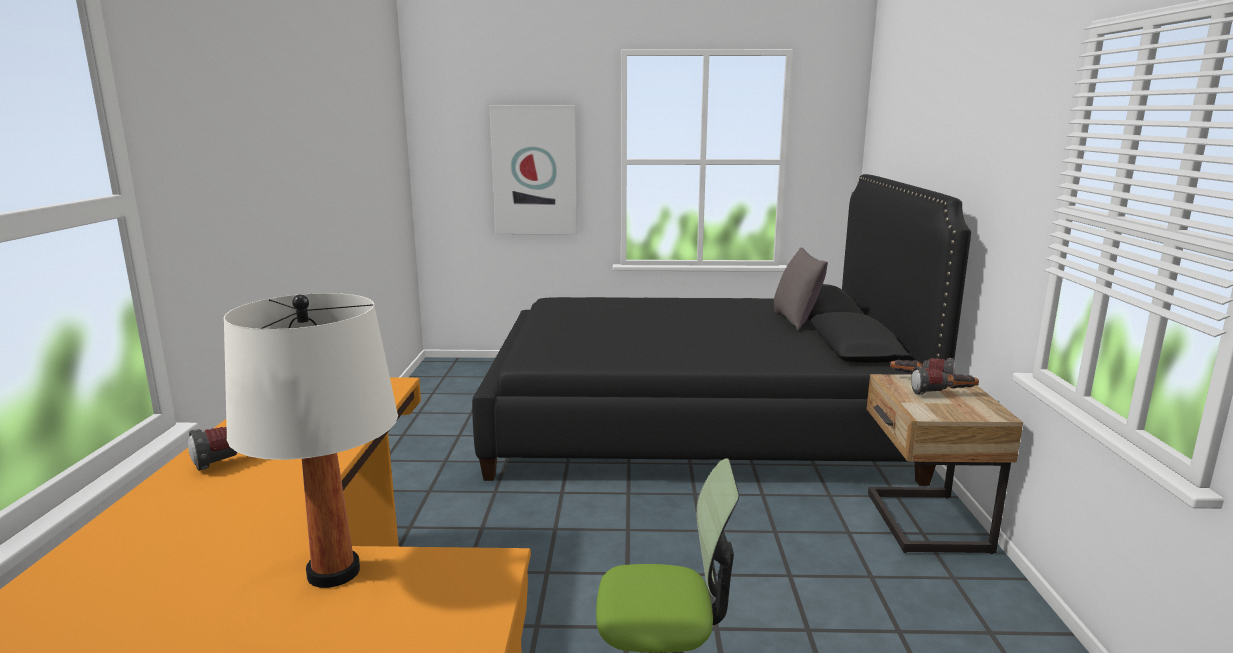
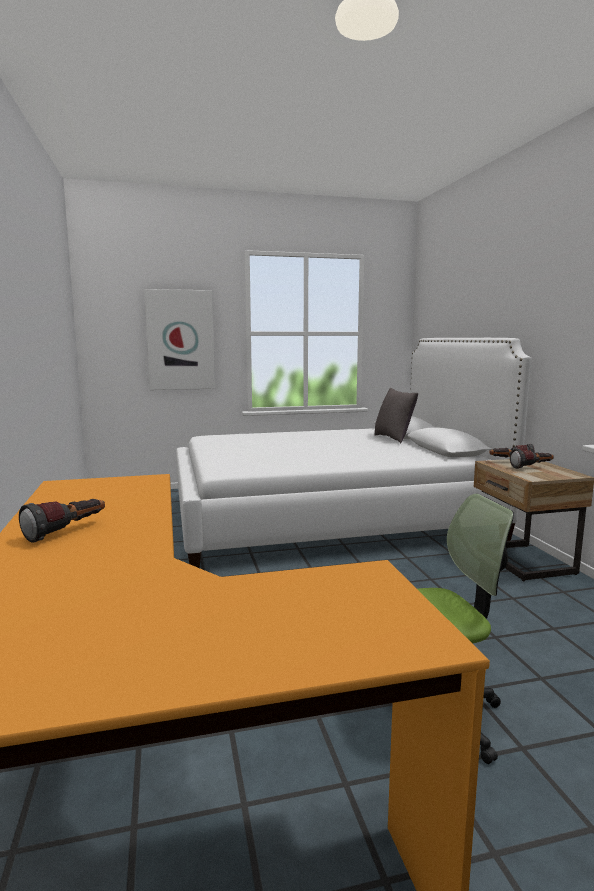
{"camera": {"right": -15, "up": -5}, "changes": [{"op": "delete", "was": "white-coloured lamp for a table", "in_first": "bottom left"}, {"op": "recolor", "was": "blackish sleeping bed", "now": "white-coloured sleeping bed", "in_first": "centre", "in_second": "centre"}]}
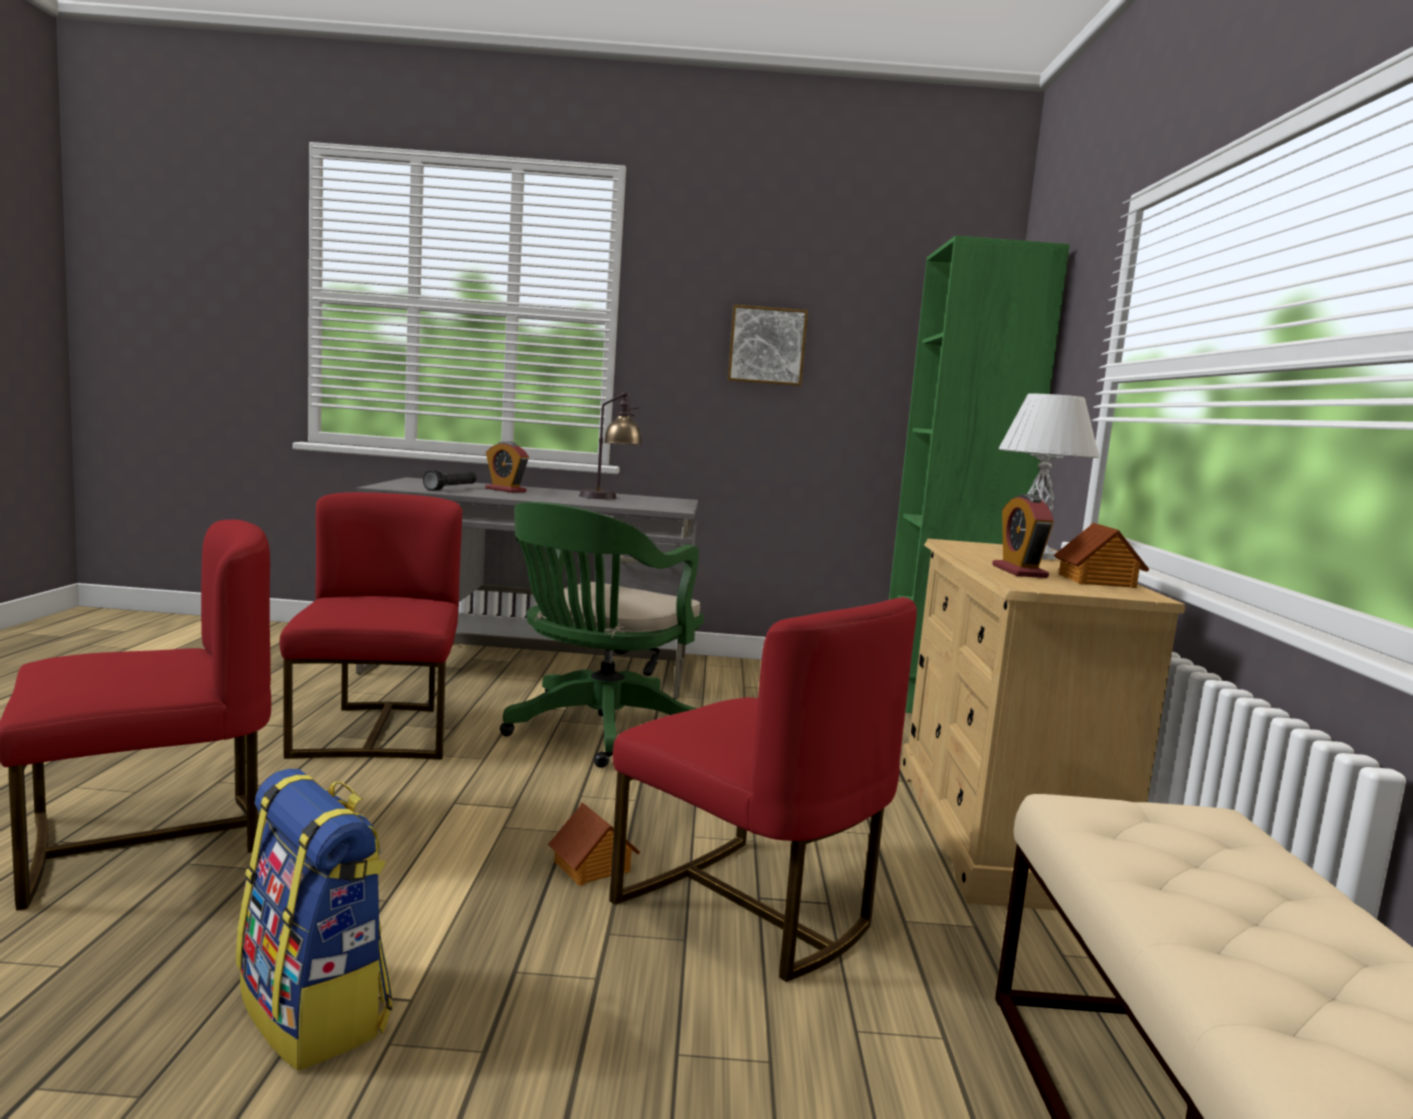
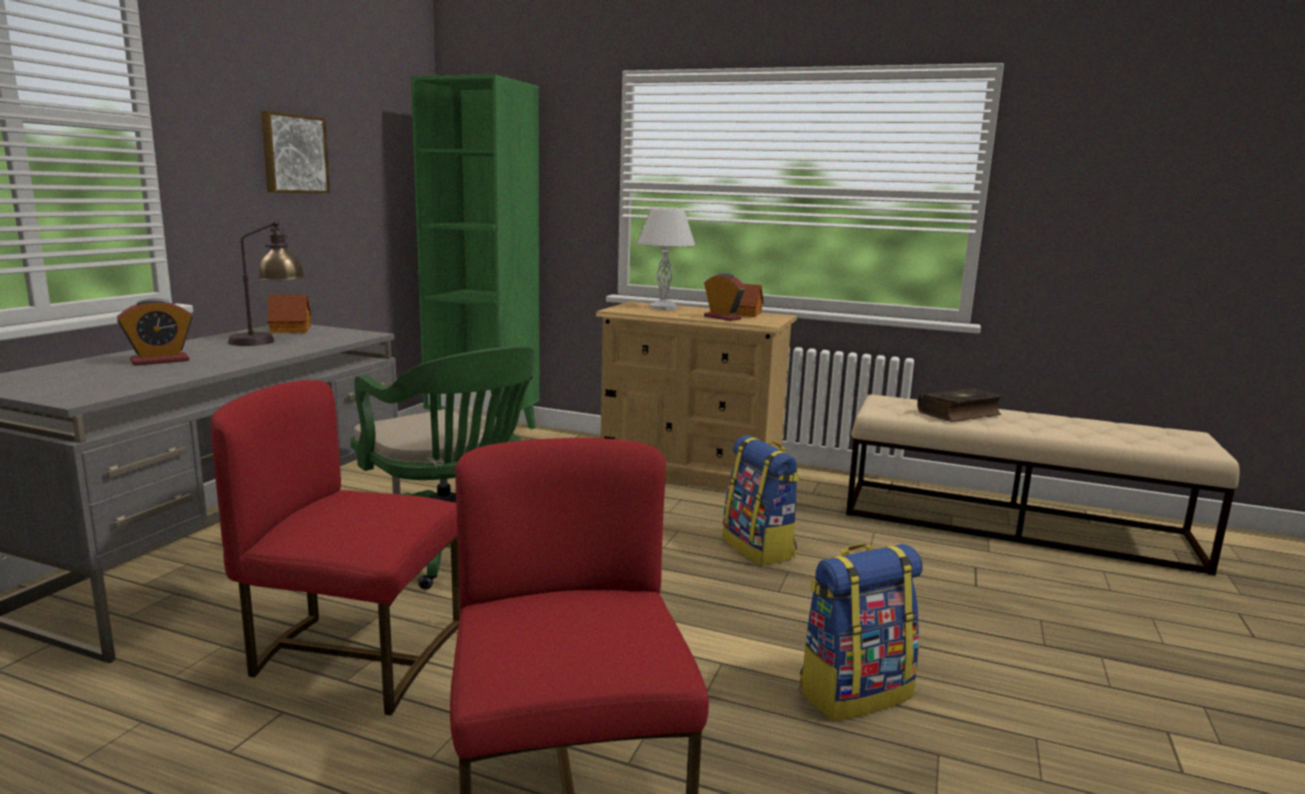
{"camera": {"right": -70, "up": 5}, "changes": [{"op": "delete", "was": "blackish flashlight", "in_first": "middle left"}, {"op": "move", "was": "toy house (1st from left)", "in_first": "bottom centre", "in_second": "middle left"}, {"op": "replace", "was": "red upright chair (3rd from left)", "now": "rucksack (1st from left)", "in_first": "bottom centre", "in_second": "centre"}, {"op": "rotate", "was": "table clock (2nd from left)", "in_first": "middle right", "in_second": "centre", "clockwise": -150}, {"op": "insert", "now": "book", "in_second": "middle right"}]}
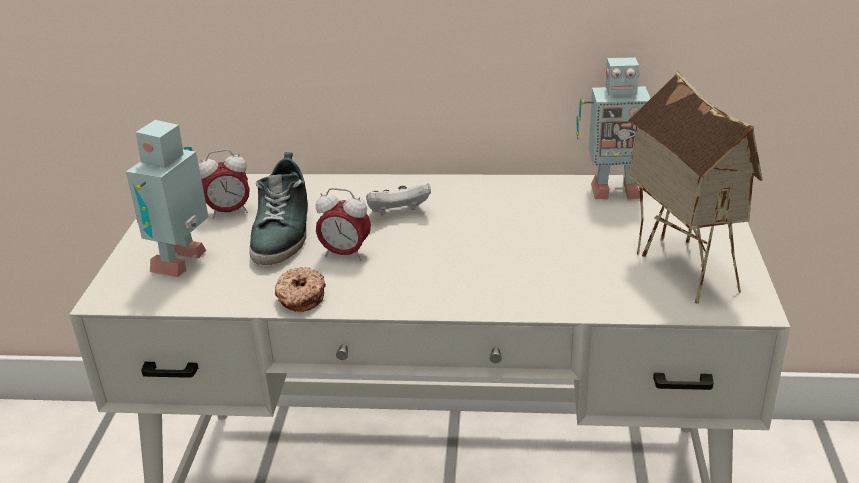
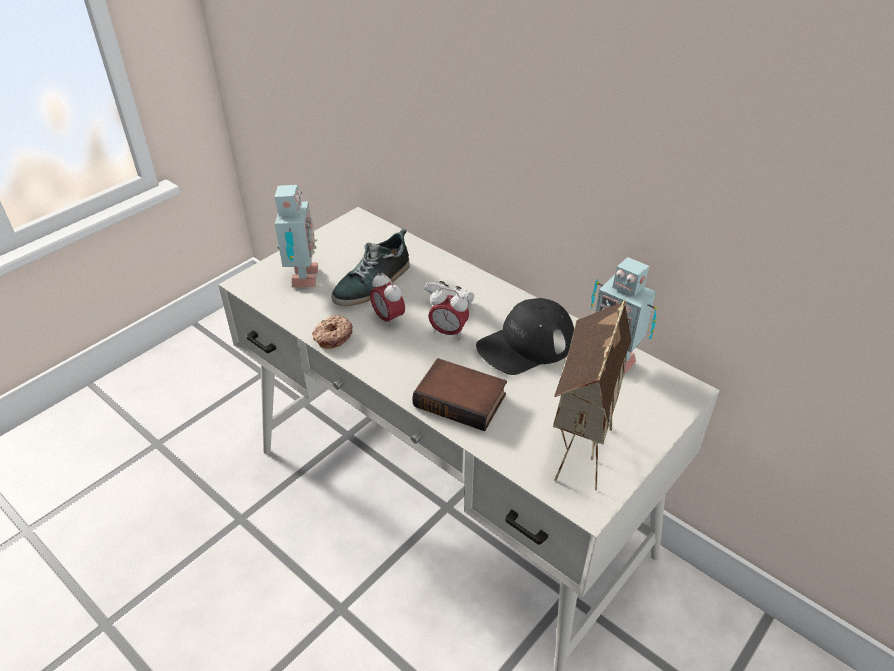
{"camera": {"right": 35, "up": 10}, "changes": [{"op": "rotate", "was": "model robot (1st from left)", "in_first": "middle left", "in_second": "middle left", "clockwise": 120}, {"op": "move", "was": "table clock (1st from left in the first image)", "now": "table clock (2nd from left)", "in_first": "middle left", "in_second": "centre"}, {"op": "insert", "now": "book", "in_second": "centre"}, {"op": "insert", "now": "blackish peaked cap", "in_second": "centre"}]}
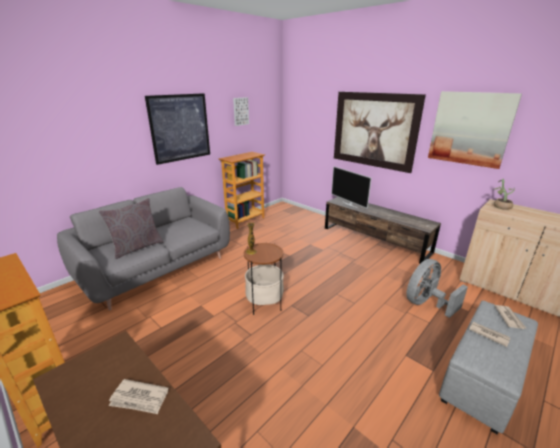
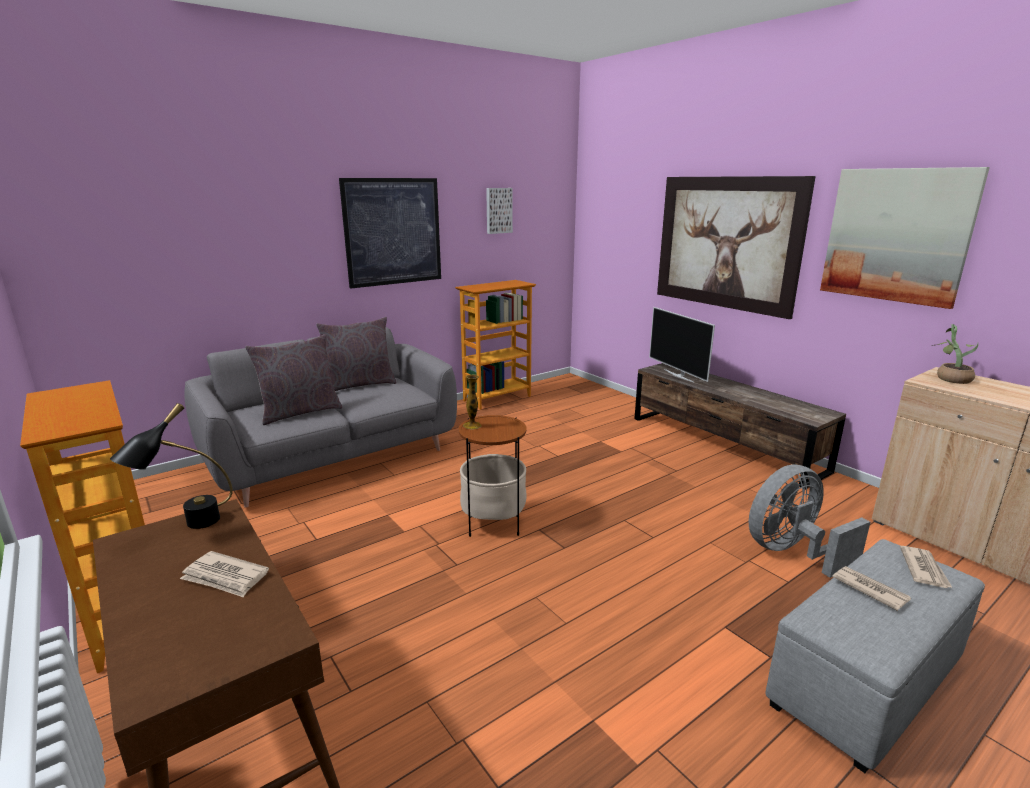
{"camera": {"right": 10, "up": -5}, "changes": [{"op": "insert", "now": "blackish lamp for a table", "in_second": "middle left"}, {"op": "insert", "now": "greyish throw pillow (2nd from left)", "in_second": "centre"}]}
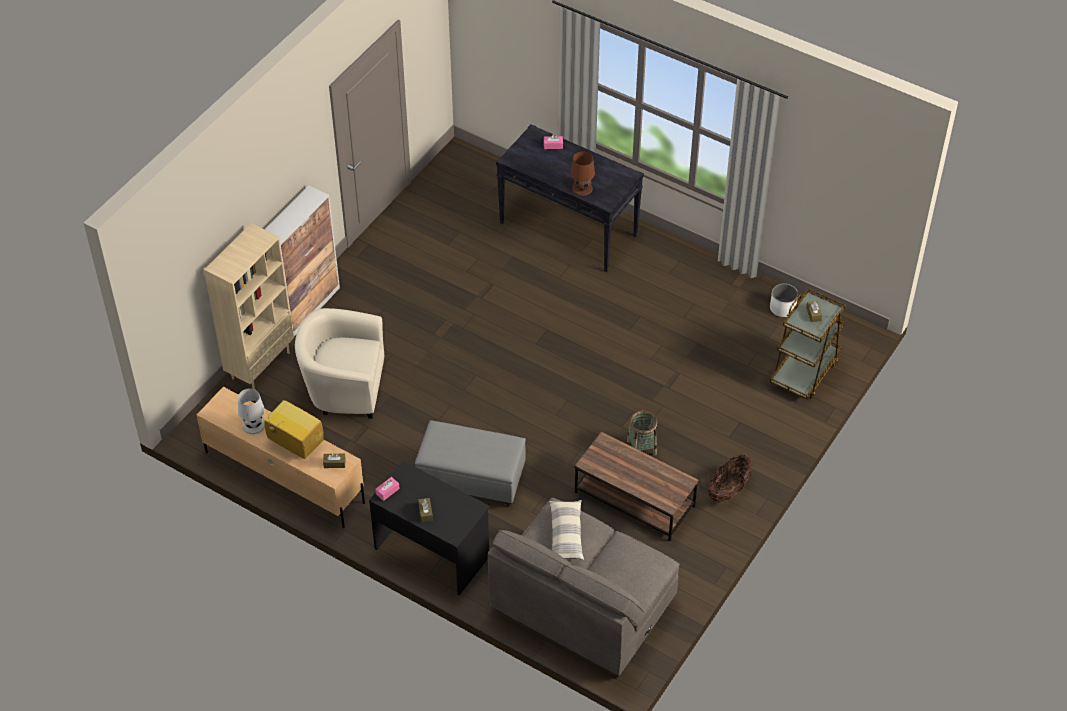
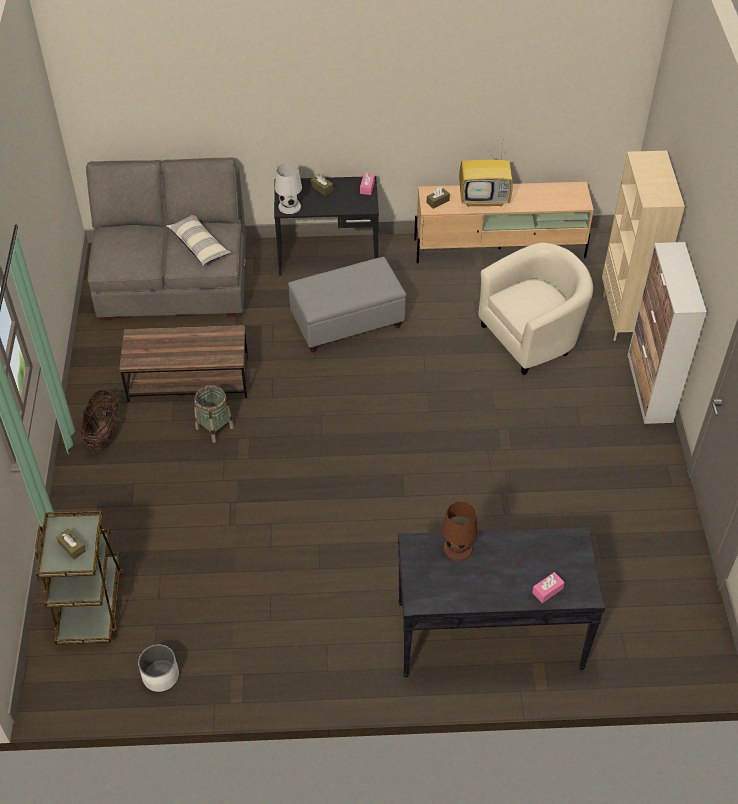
{"camera": {"right": 145, "up": 0}, "changes": [{"op": "move", "was": "white-coloured lamp for a table", "in_first": "middle left", "in_second": "top centre"}]}
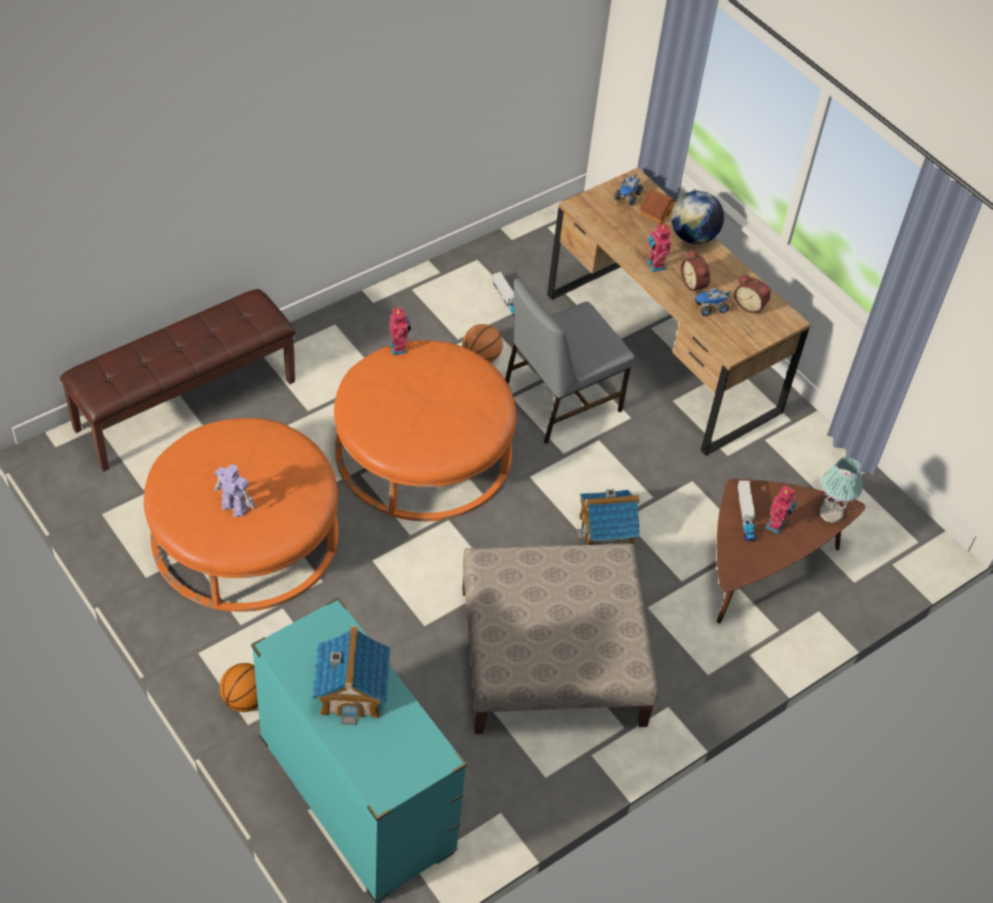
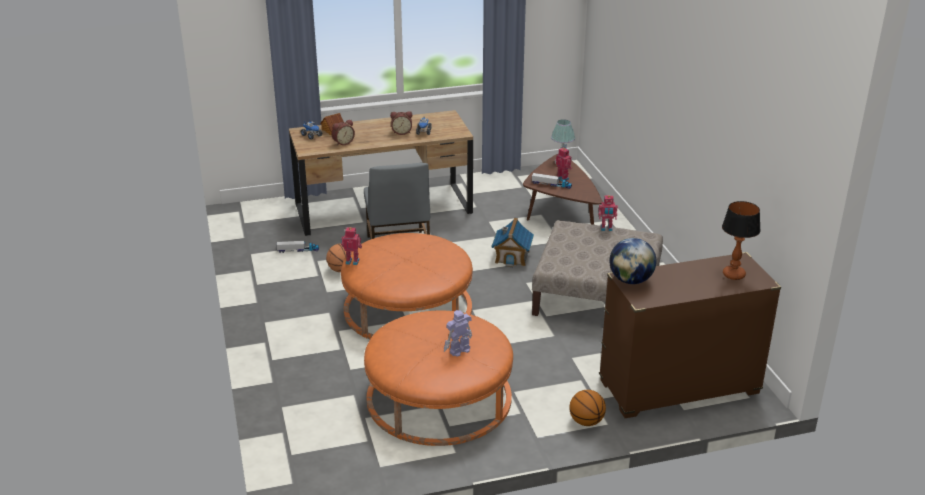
{"camera": {"right": -65, "up": -20}, "changes": [{"op": "delete", "was": "brownish bench", "in_first": "middle left"}, {"op": "recolor", "was": "turquoise dresser", "now": "brownish dresser", "in_first": "bottom centre", "in_second": "bottom right"}, {"op": "delete", "was": "toy house (1st from left)", "in_first": "bottom centre"}, {"op": "move", "was": "model robot (3rd from left in the first image)", "now": "model robot (4th from left)", "in_first": "top centre", "in_second": "centre"}, {"op": "move", "was": "globe", "in_first": "top right", "in_second": "middle right"}, {"op": "move", "was": "table clock (2nd from left in the first image)", "now": "table clock (1st from left)", "in_first": "top right", "in_second": "top centre"}, {"op": "insert", "now": "lamp for a table (2nd from left)", "in_second": "middle right"}]}
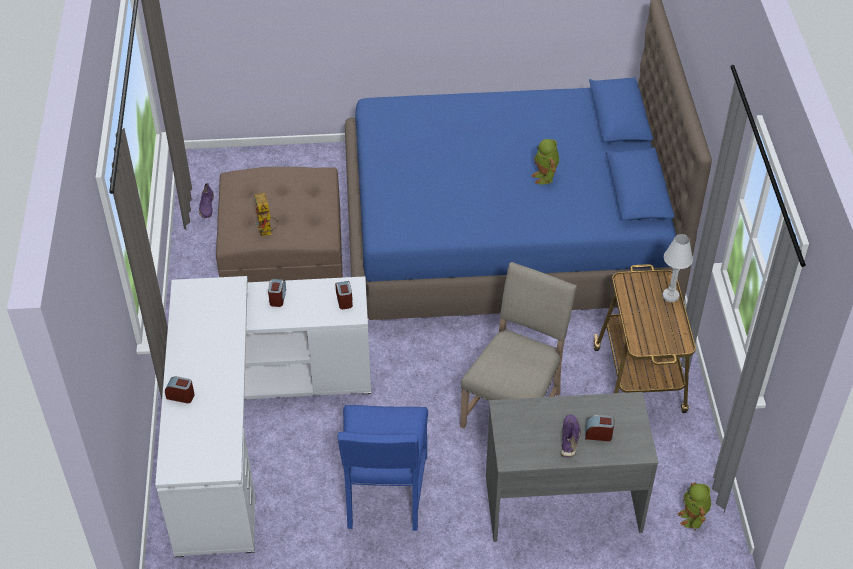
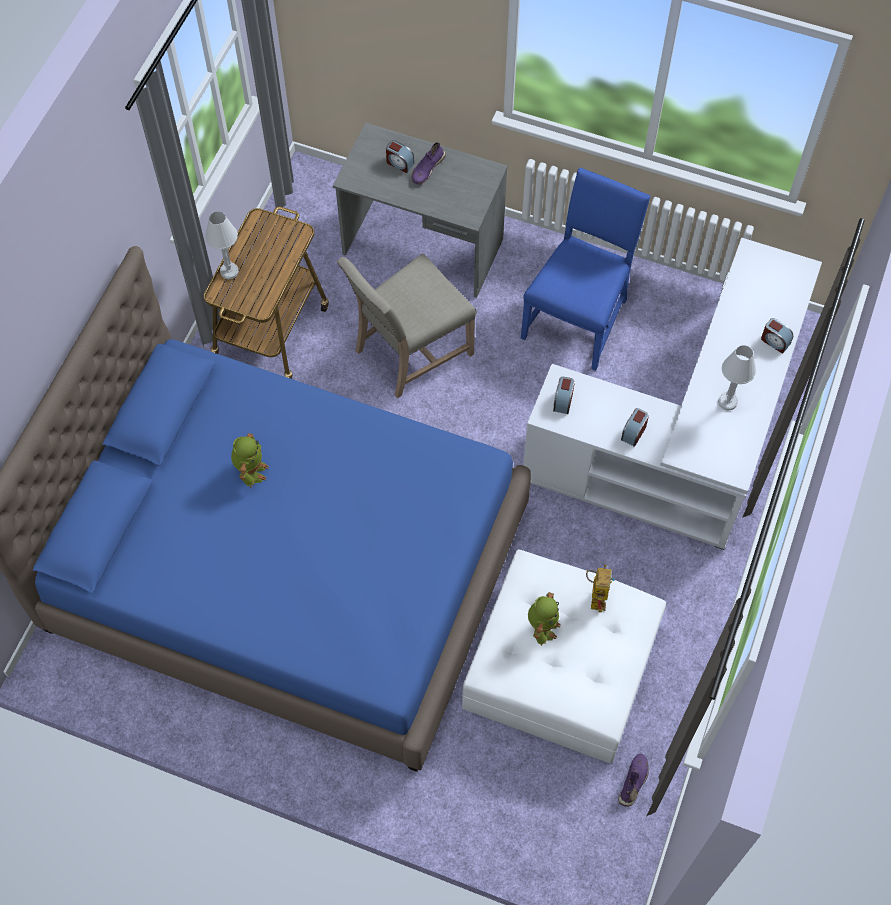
{"camera": {"right": -155, "up": 15}, "changes": [{"op": "recolor", "was": "brownish footrest", "now": "white-coloured footrest", "in_first": "middle left", "in_second": "bottom centre"}, {"op": "move", "was": "model robot (3rd from left in the first image)", "now": "model robot (2nd from left)", "in_first": "bottom right", "in_second": "bottom centre"}, {"op": "insert", "now": "white-coloured lamp for a table (2nd from left)", "in_second": "middle right"}]}
